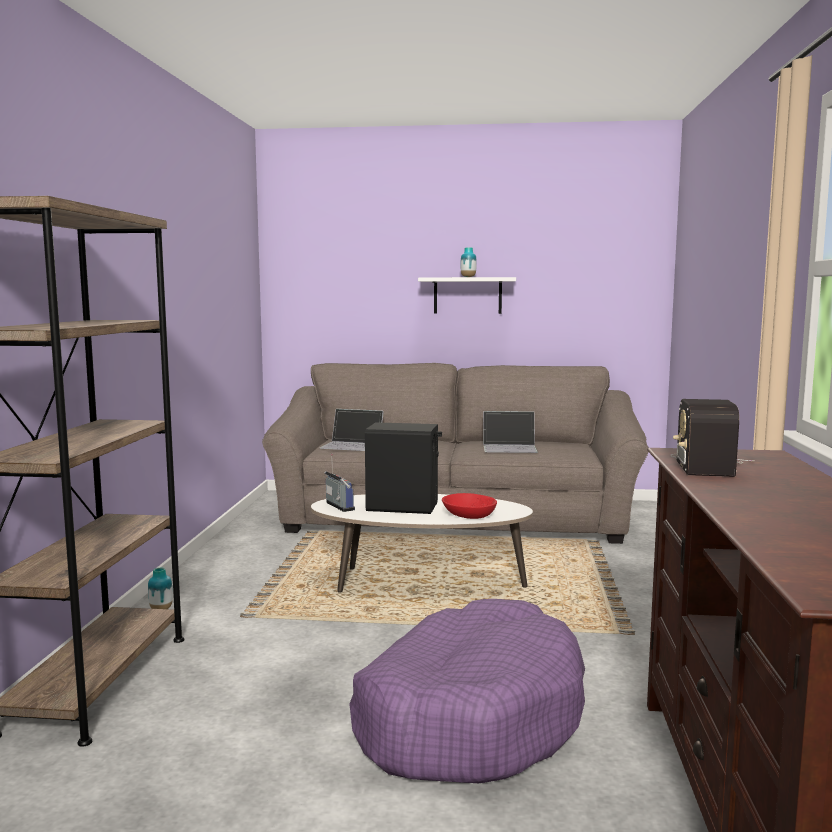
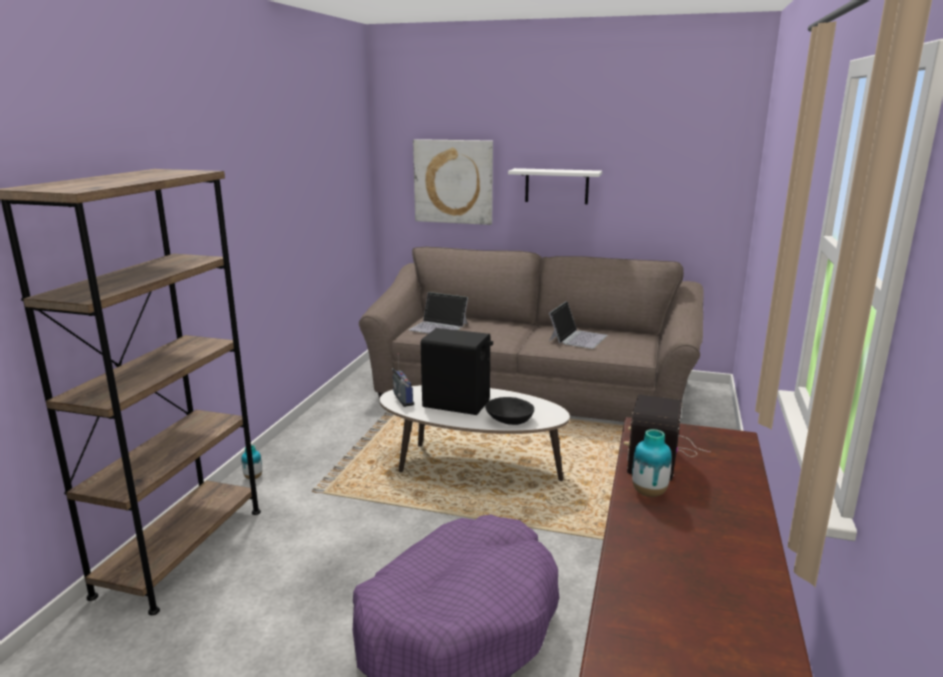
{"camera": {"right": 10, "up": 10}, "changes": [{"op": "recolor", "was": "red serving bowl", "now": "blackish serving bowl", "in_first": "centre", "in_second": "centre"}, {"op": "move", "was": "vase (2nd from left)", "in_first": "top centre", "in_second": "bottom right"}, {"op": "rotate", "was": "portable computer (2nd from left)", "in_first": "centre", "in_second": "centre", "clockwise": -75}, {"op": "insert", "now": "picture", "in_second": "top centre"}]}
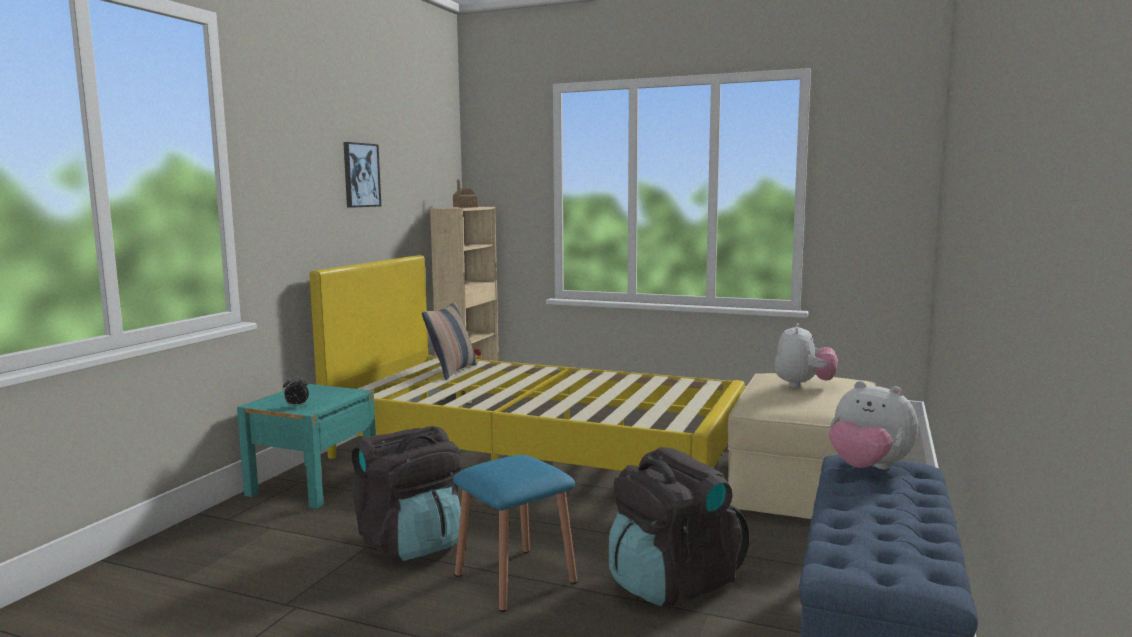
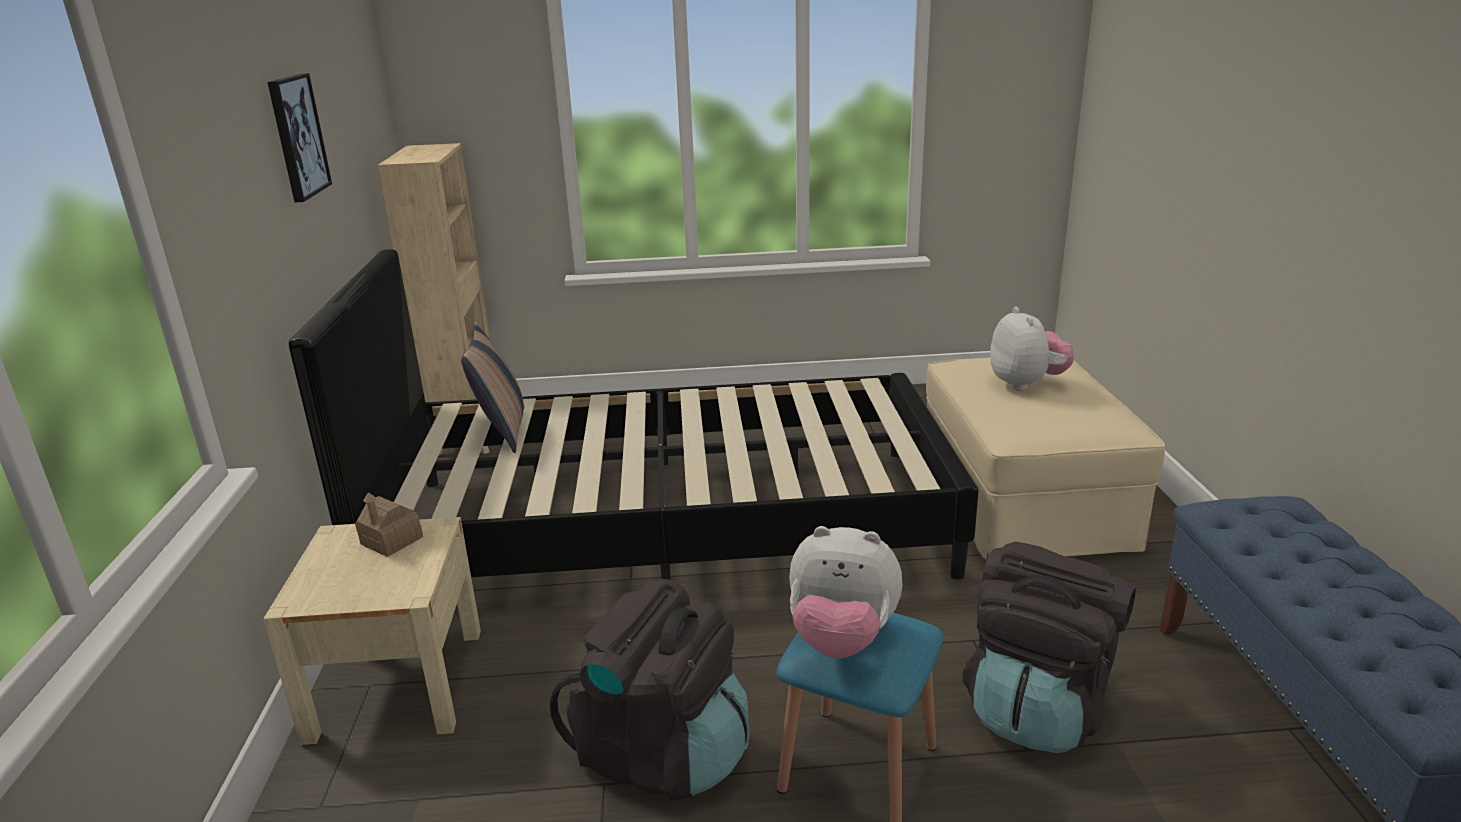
{"camera": {"right": -25, "up": 15}, "changes": [{"op": "recolor", "was": "turquoise night table", "now": "beige-coloured night table", "in_first": "bottom left", "in_second": "bottom left"}, {"op": "delete", "was": "table clock", "in_first": "middle left"}, {"op": "recolor", "was": "yellow-coloured sleeping bed", "now": "blackish sleeping bed", "in_first": "centre", "in_second": "centre"}, {"op": "move", "was": "toy house", "in_first": "top centre", "in_second": "middle left"}, {"op": "move", "was": "plush toy (2nd from left in the first image)", "now": "plush toy (1st from left)", "in_first": "bottom right", "in_second": "bottom centre"}]}
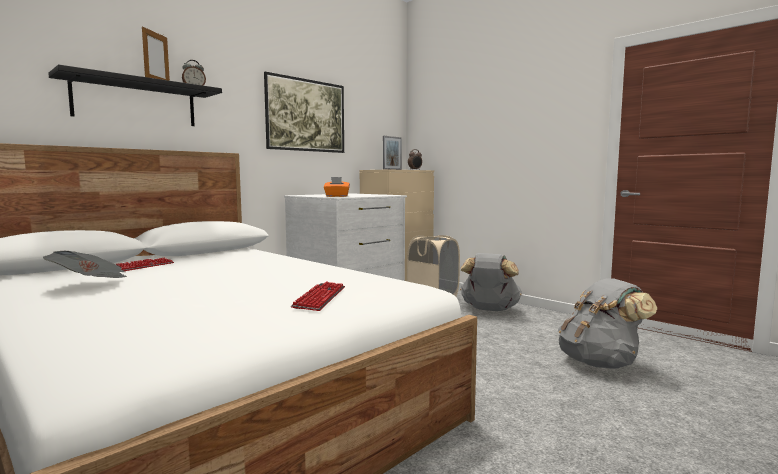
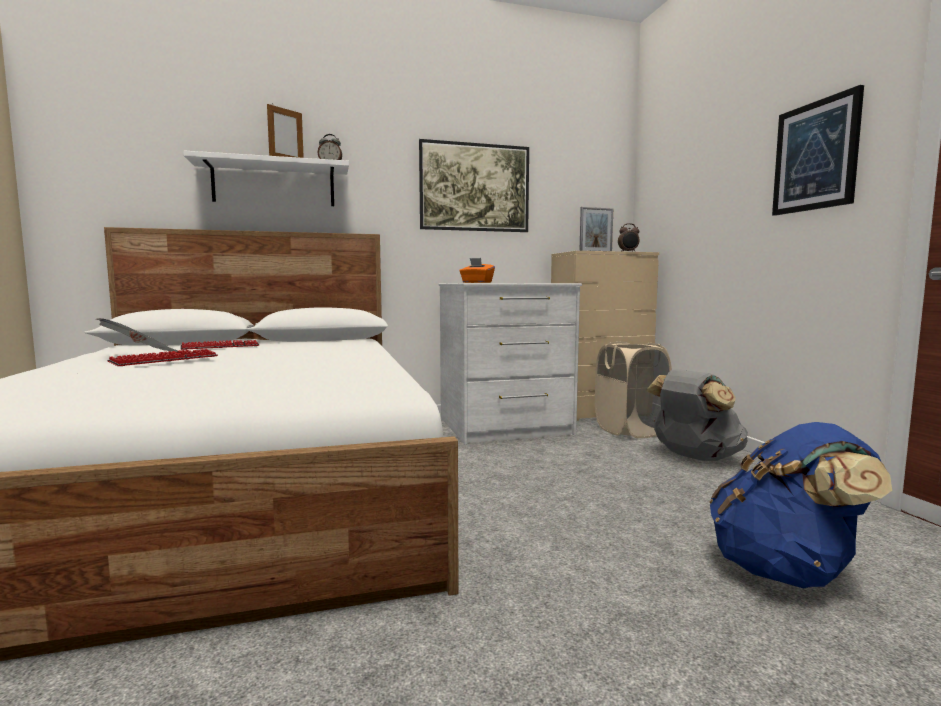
{"camera": {"right": 30, "up": 0}, "changes": [{"op": "recolor", "was": "blackish bracket shelf", "now": "white-coloured bracket shelf", "in_first": "top left", "in_second": "top left"}, {"op": "move", "was": "computer keyboard (2nd from left in the first image)", "now": "computer keyboard (1st from left)", "in_first": "centre", "in_second": "middle left"}, {"op": "recolor", "was": "greyish rucksack (2nd from left)", "now": "bluish rucksack", "in_first": "bottom right", "in_second": "bottom right"}, {"op": "insert", "now": "picture (2nd from left)", "in_second": "top right"}]}
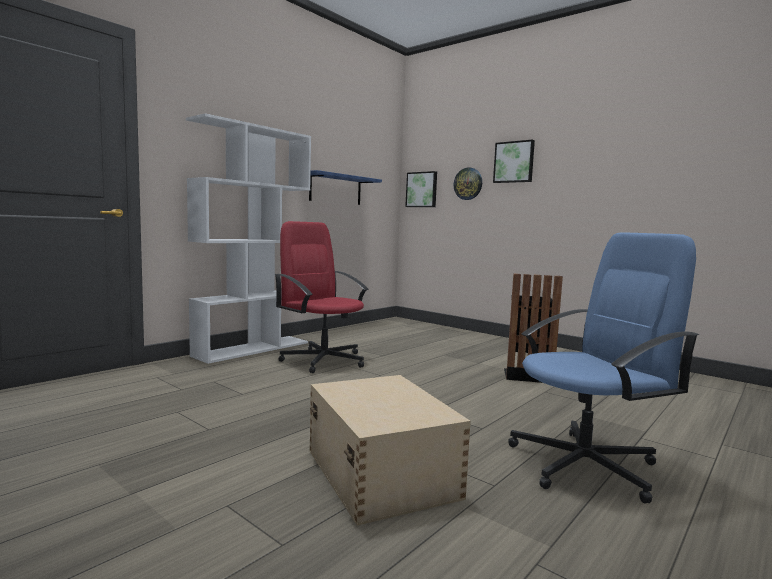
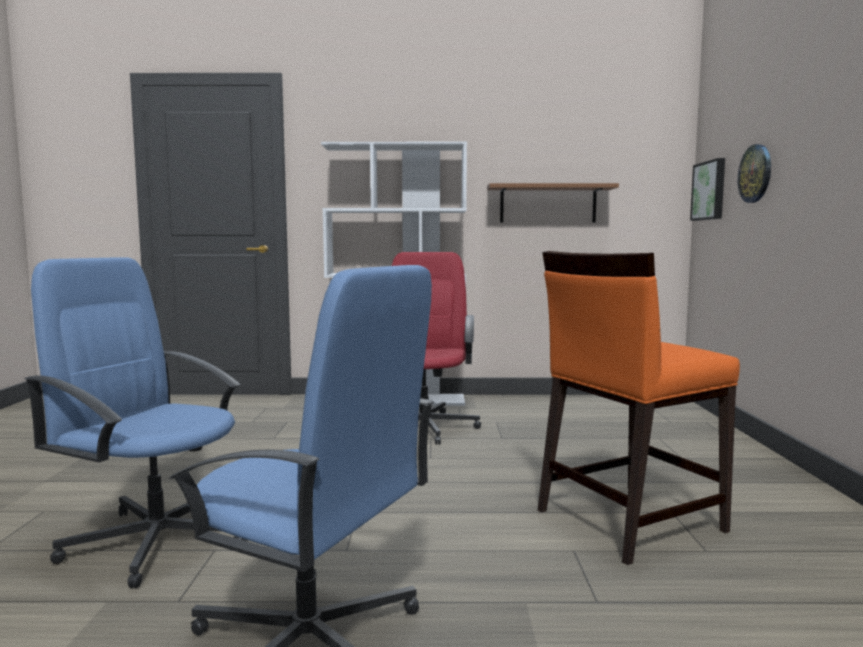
{"camera": {"right": 50, "up": 0}, "changes": [{"op": "recolor", "was": "bluish bracket shelf", "now": "brownish bracket shelf", "in_first": "top centre", "in_second": "top centre"}, {"op": "replace", "was": "beige-coloured storage container", "now": "bluish computer chair (1st from left)", "in_first": "bottom centre", "in_second": "middle left"}, {"op": "delete", "was": "picture (2nd from left)", "in_first": "top centre"}, {"op": "replace", "was": "blackish rubbish bin", "now": "orangey upright chair", "in_first": "middle right", "in_second": "middle right"}]}
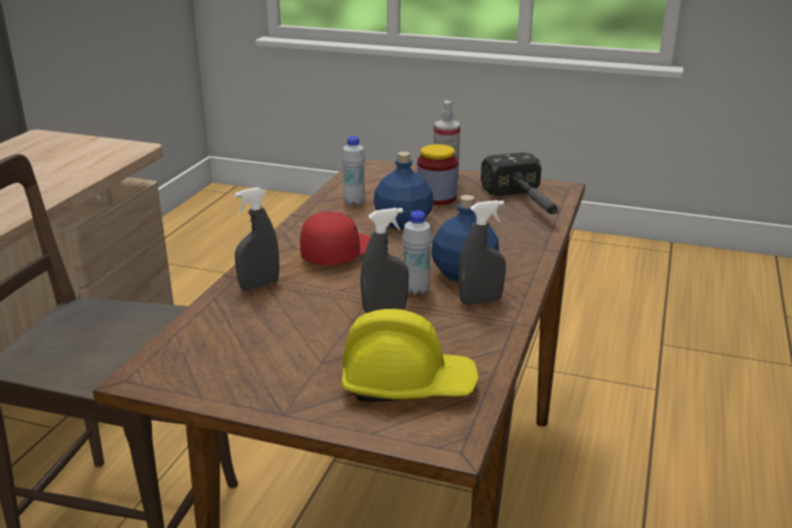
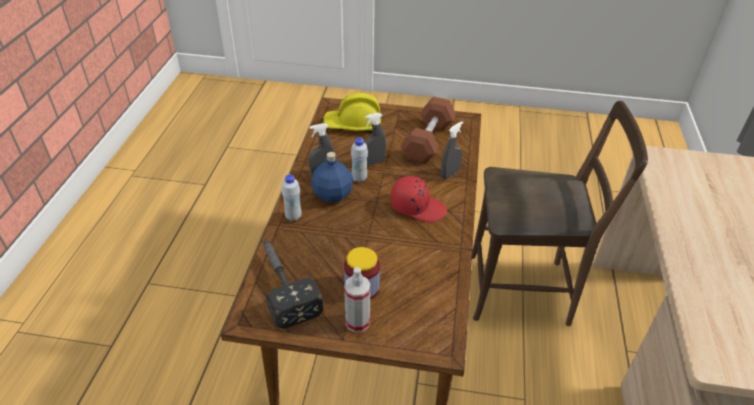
{"camera": {"right": 170, "up": 15}, "changes": [{"op": "rotate", "was": "red peaked cap", "in_first": "centre", "in_second": "centre", "clockwise": -90}, {"op": "move", "was": "white-coloured bottle (1st from left)", "in_first": "top centre", "in_second": "centre"}, {"op": "delete", "was": "bluish bottle (1st from left)", "in_first": "centre"}, {"op": "insert", "now": "brownish free weight", "in_second": "top centre"}]}
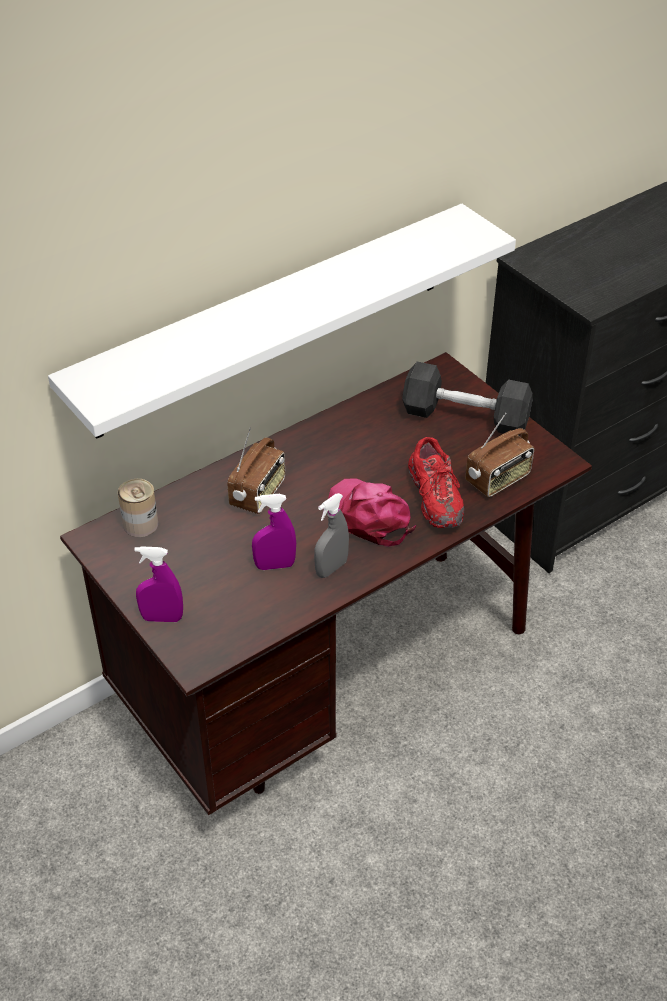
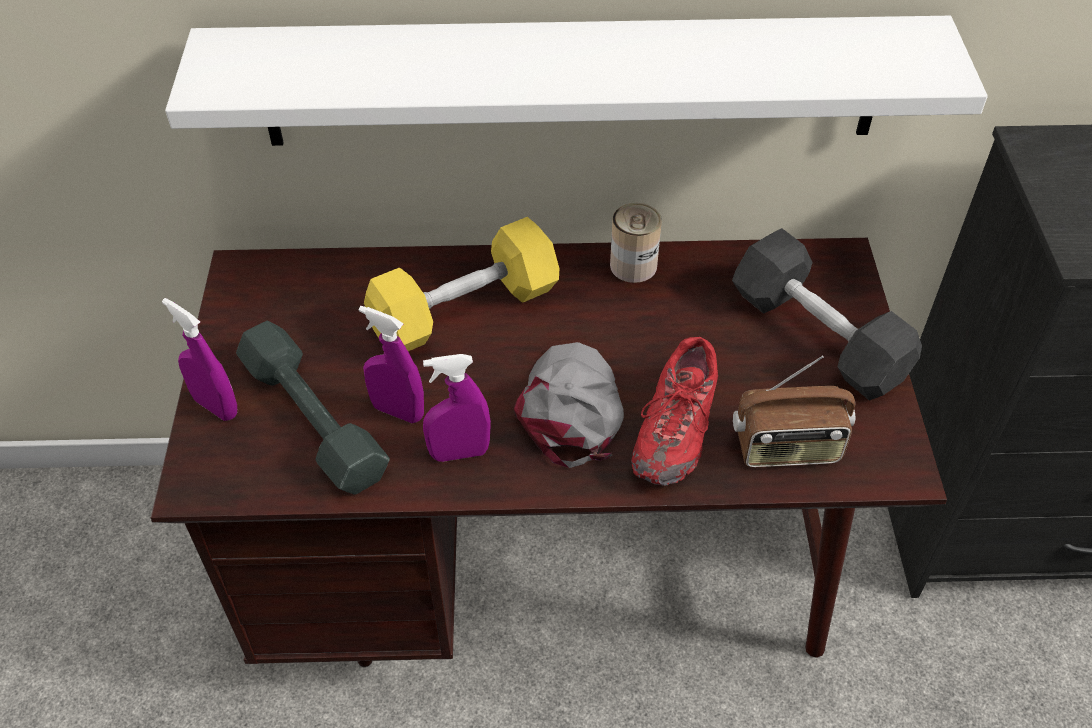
{"camera": {"right": 35, "up": 5}, "changes": [{"op": "move", "was": "sealed can", "in_first": "middle left", "in_second": "centre"}, {"op": "replace", "was": "radio set (1st from left)", "now": "yellow-coloured free weight", "in_first": "centre", "in_second": "centre"}, {"op": "recolor", "was": "greyish hand sprayer", "now": "purplish hand sprayer (3rd from left)", "in_first": "centre", "in_second": "centre"}, {"op": "recolor", "was": "pink peaked cap", "now": "greyish peaked cap", "in_first": "centre", "in_second": "centre"}, {"op": "insert", "now": "greyish free weight (1st from left)", "in_second": "middle left"}]}
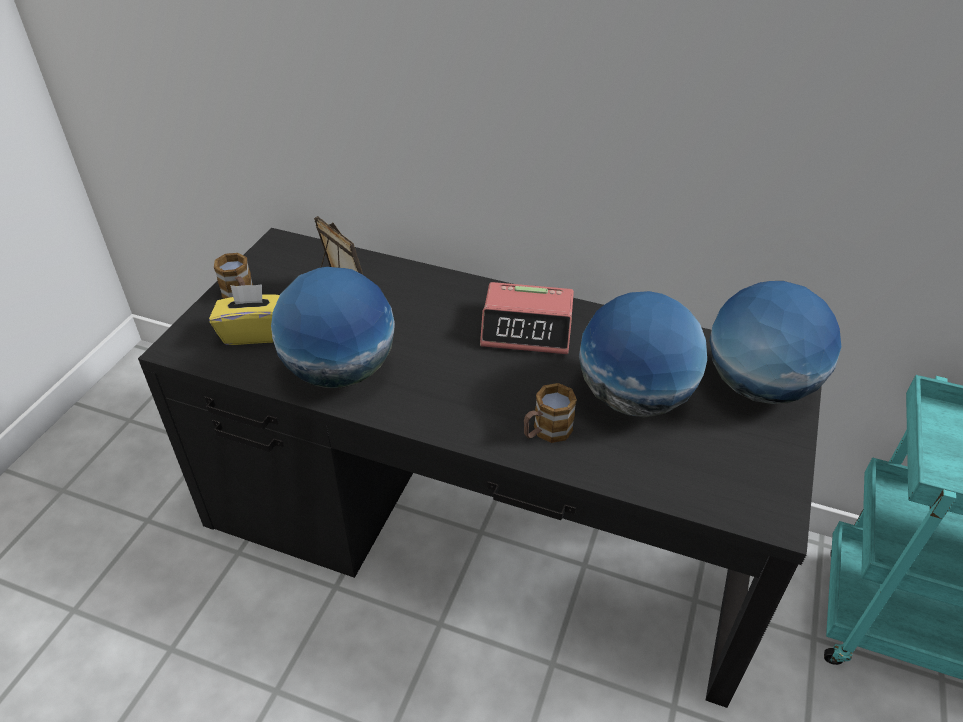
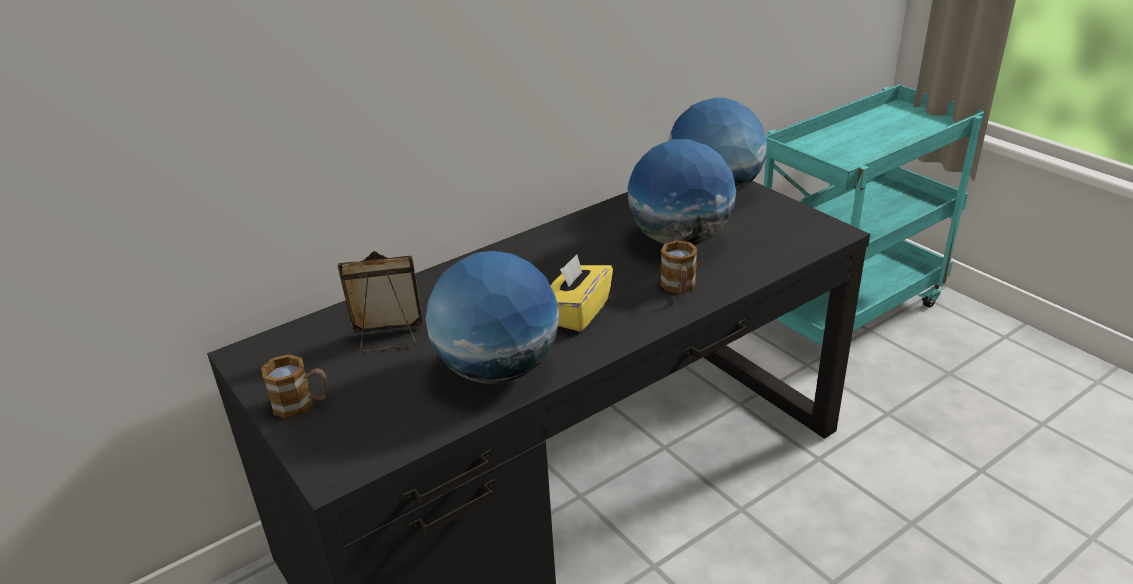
{"camera": {"right": -55, "up": -10}, "changes": [{"op": "move", "was": "yellow-coloured tissue box", "in_first": "middle left", "in_second": "centre"}, {"op": "delete", "was": "table clock", "in_first": "centre"}]}
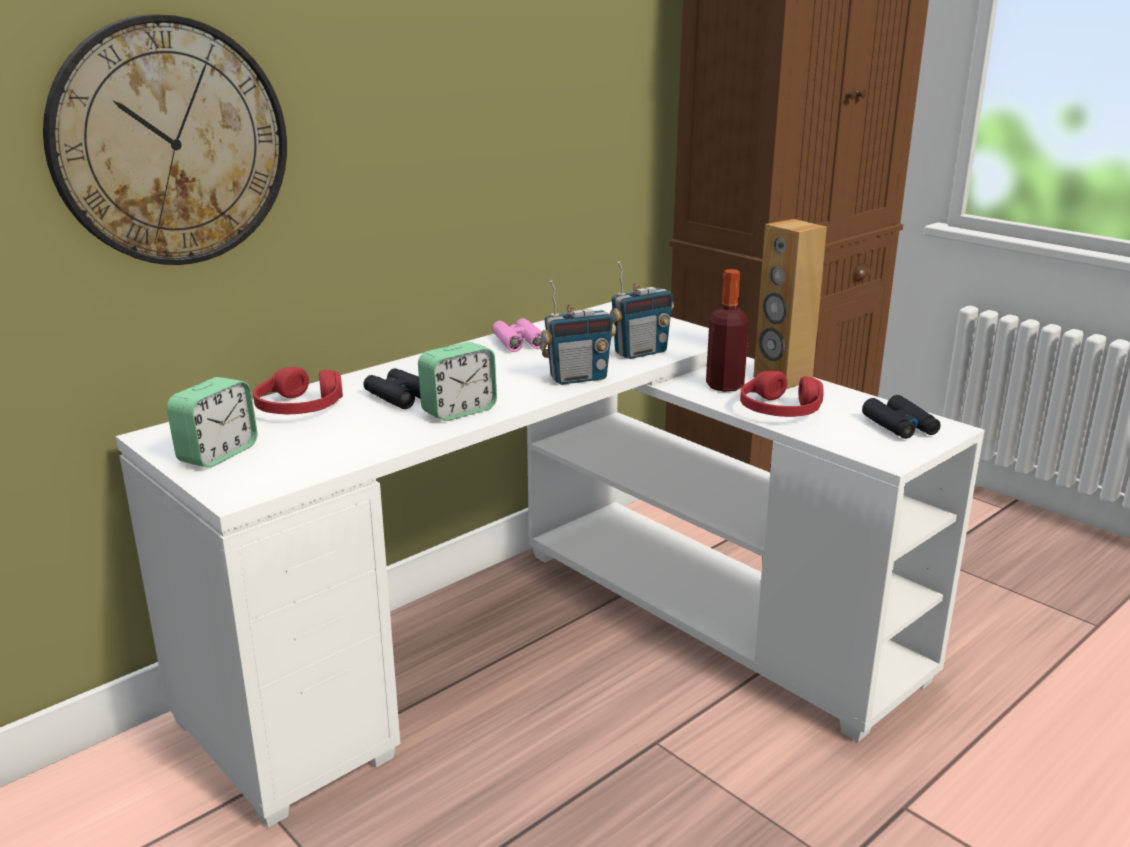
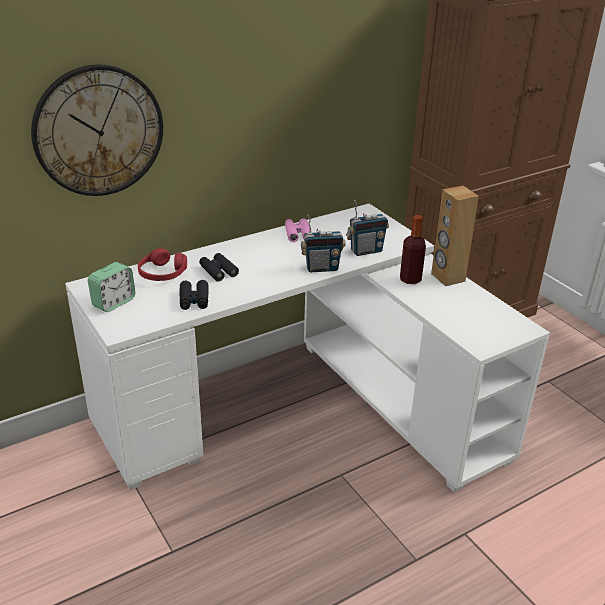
{"camera": {"right": 10, "up": 10}, "changes": [{"op": "delete", "was": "table clock (2nd from left)", "in_first": "centre"}, {"op": "delete", "was": "red pair of headphones (2nd from left)", "in_first": "middle right"}, {"op": "move", "was": "blackish field glasses (2nd from left in the first image)", "now": "blackish field glasses (1st from left)", "in_first": "middle right", "in_second": "middle left"}]}
